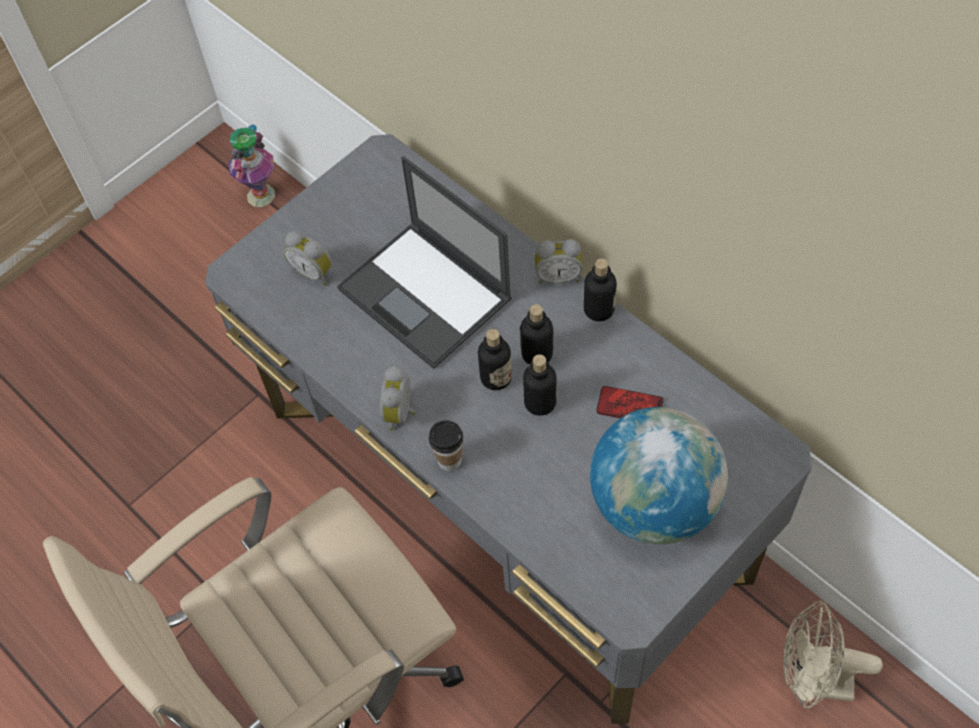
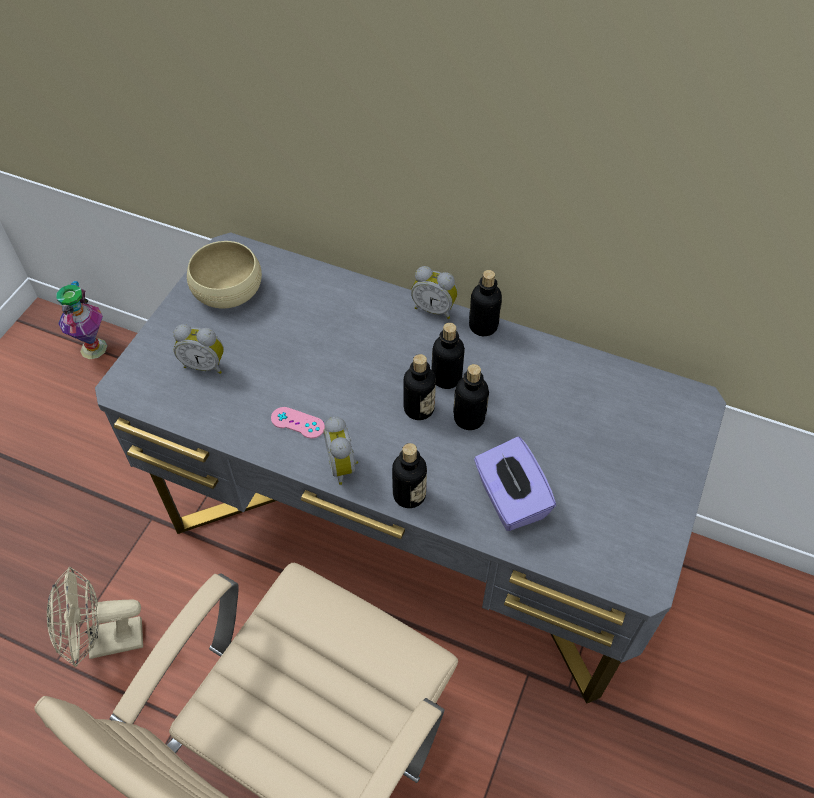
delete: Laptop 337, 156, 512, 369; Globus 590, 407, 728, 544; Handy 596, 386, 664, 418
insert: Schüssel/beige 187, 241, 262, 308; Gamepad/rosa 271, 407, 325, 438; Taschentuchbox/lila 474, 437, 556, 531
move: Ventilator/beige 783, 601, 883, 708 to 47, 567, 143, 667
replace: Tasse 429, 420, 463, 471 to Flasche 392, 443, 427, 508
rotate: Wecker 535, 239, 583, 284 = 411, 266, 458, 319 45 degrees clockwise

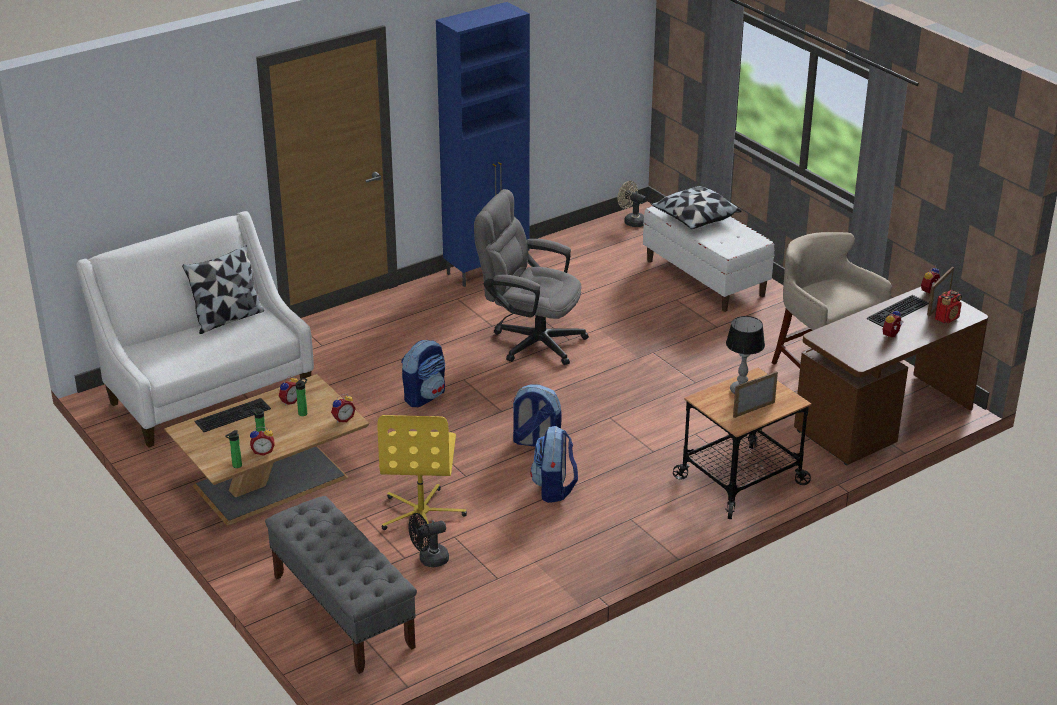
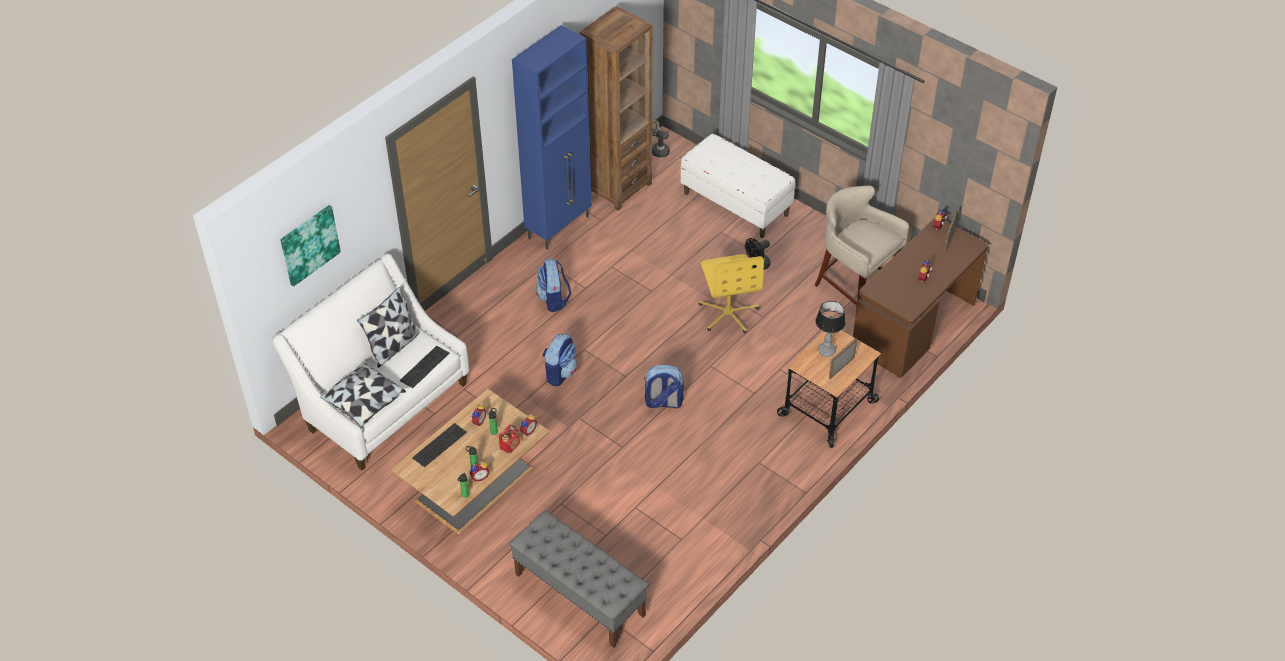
delete: Bürostuhl/grau 474, 189, 589, 365
insert: Bild 280, 205, 341, 287; Bücherregal/braun 580, 6, 653, 211
move: Bürostuhl/gelb 377, 415, 467, 530 to 699, 254, 764, 334; Ventilator/schwarz 408, 513, 449, 567 to 745, 238, 771, 270; Rucksack 530, 426, 578, 503 to 536, 258, 571, 312; Kissen 651, 186, 742, 230 to 320, 362, 406, 428; Tastatur 867, 295, 929, 327 to 400, 346, 449, 388; Radio 935, 290, 962, 323 to 499, 424, 520, 453

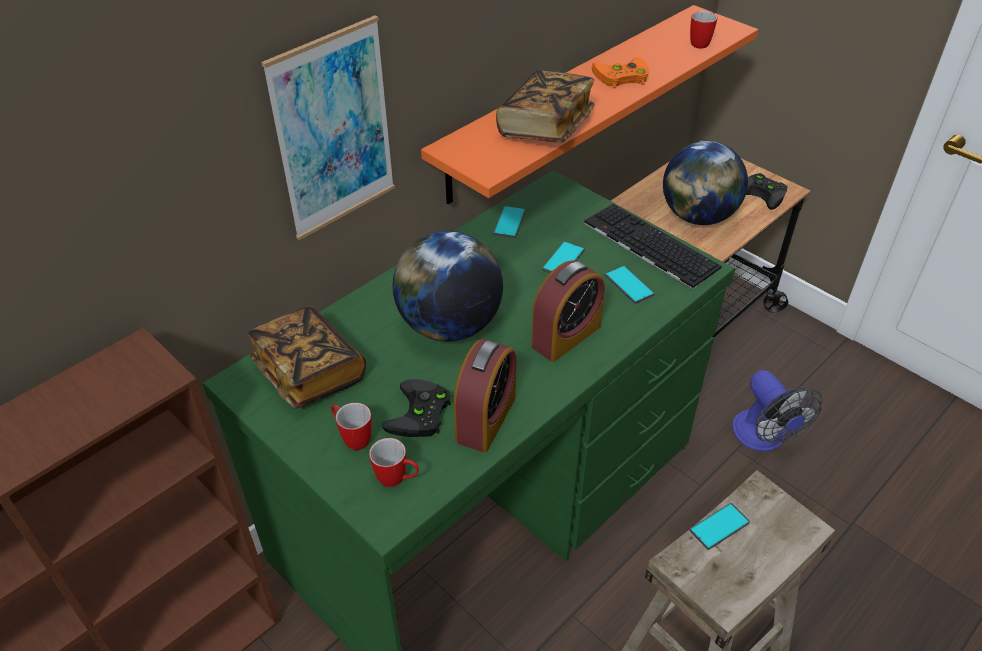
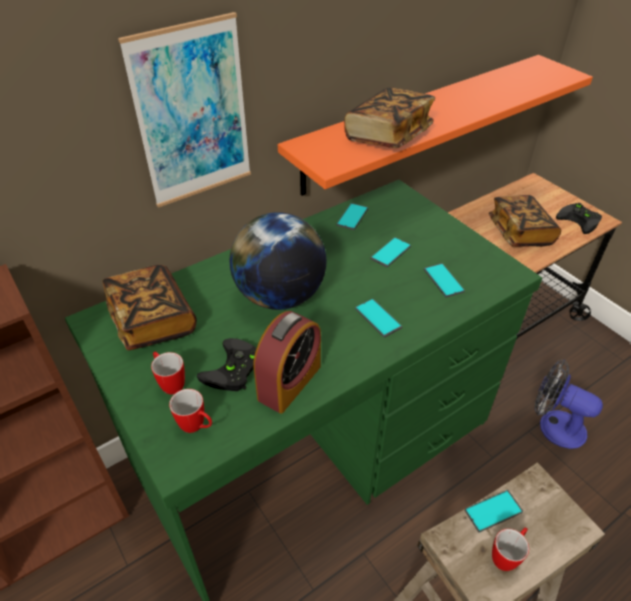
delete: Tastatur 584, 203, 722, 289; Gamepad/orange 592, 57, 649, 88
move: Henkelbecher 690, 11, 717, 49 to 492, 528, 529, 571
replace: Wecker 531, 260, 605, 362 to Handy 355, 299, 402, 338; Globus 663, 141, 748, 225 to Buch 489, 195, 561, 247
rotate: Ventilator 732, 370, 822, 451 = 534, 359, 603, 449 135 degrees clockwise

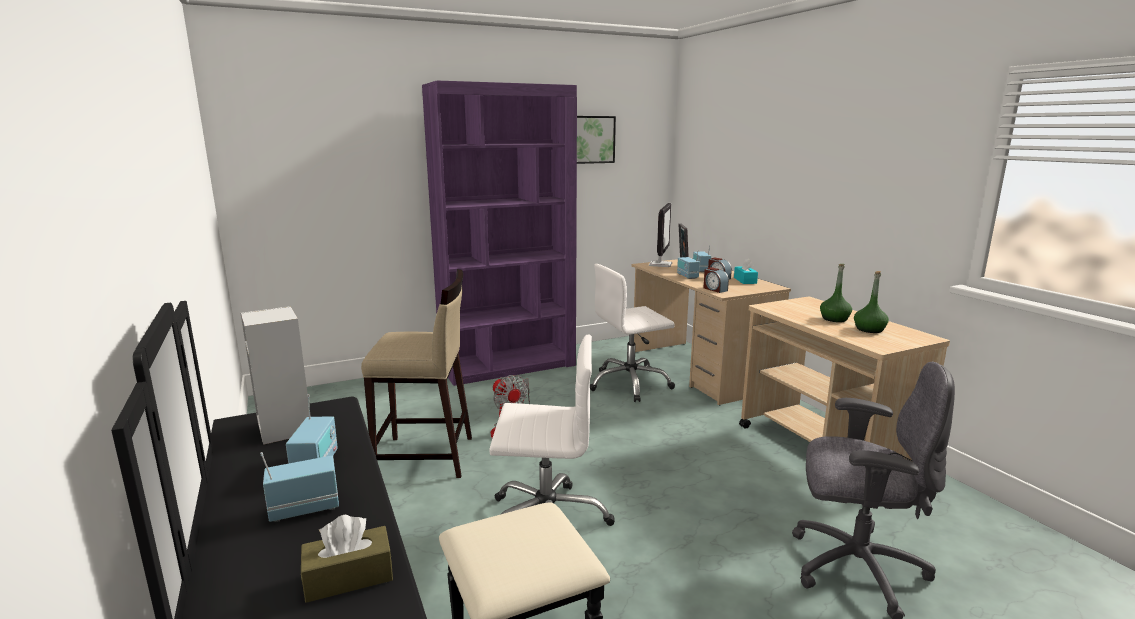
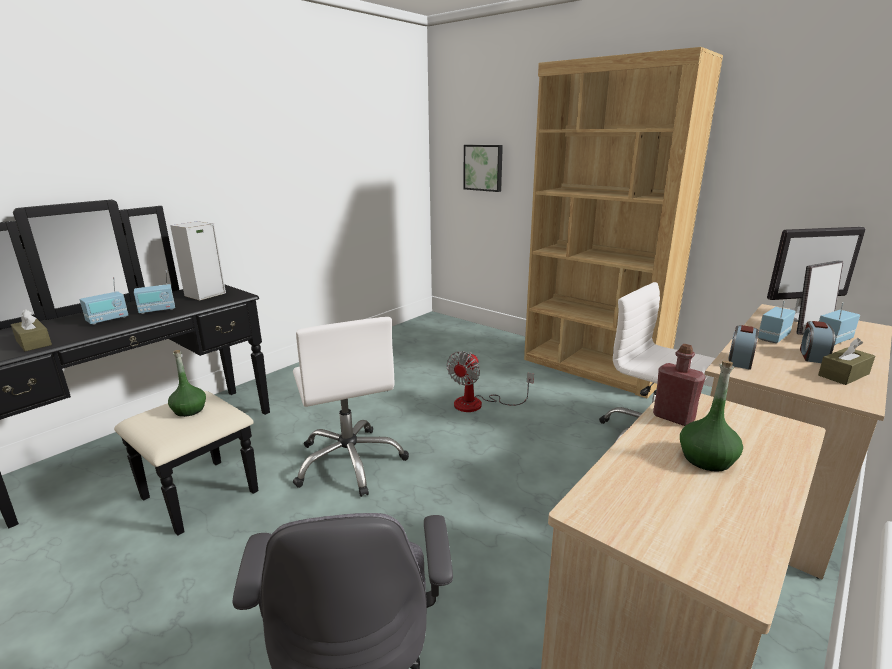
delete: Hocker/beige 361, 269, 472, 478
insert: Flasche/rot 653, 344, 705, 426
move: Bild 577, 116, 616, 164 to 463, 145, 503, 192; Flasche/grün 854, 271, 889, 333 to 168, 350, 206, 417
recolor: Bücherregal/lila 422, 81, 577, 386 to Bücherregal/braun 524, 47, 723, 398; Taschentuchbox/türkis 734, 258, 758, 284 to Taschentuchbox/braun 818, 338, 875, 385
rotate: Radio 260, 452, 339, 522 = 80, 277, 128, 325 90 degrees clockwise

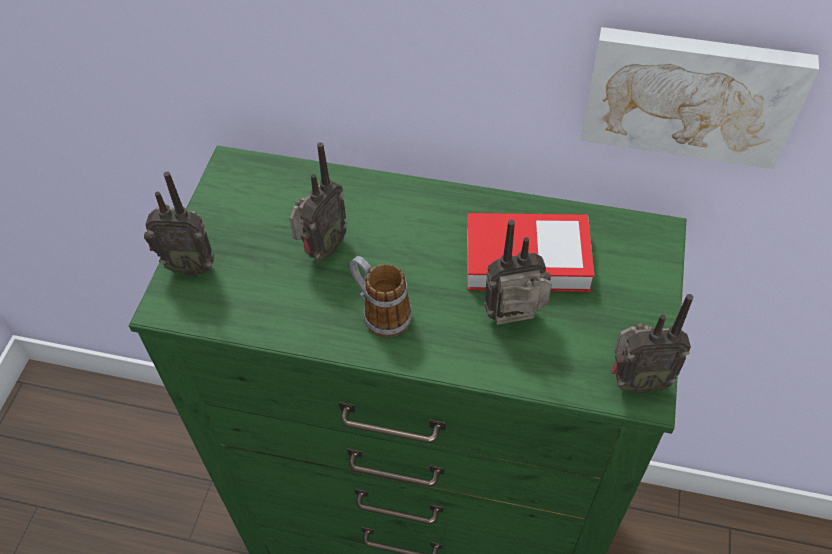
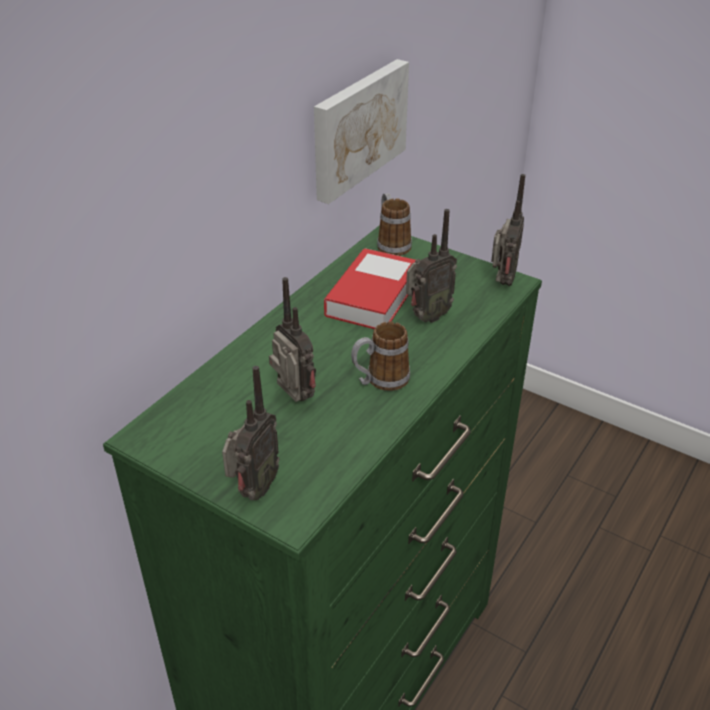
insert: Henkelbecher 377, 193, 412, 256
rotate: Radio 484, 220, 552, 325 = 406, 209, 457, 323 135 degrees counterclockwise

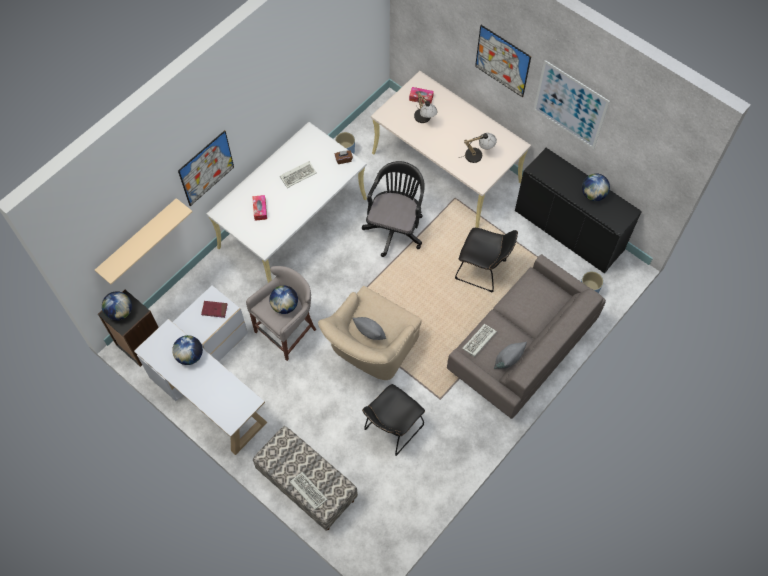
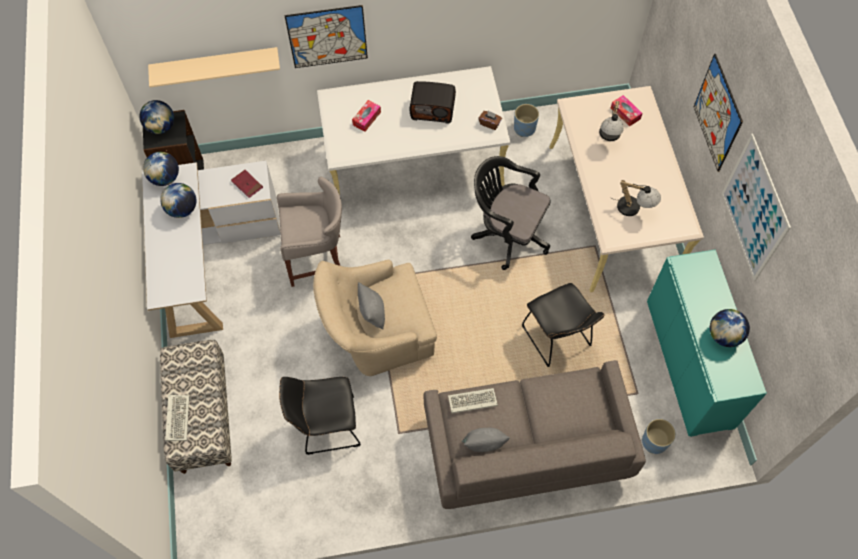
move: Globus 269, 285, 298, 314 to 143, 152, 179, 186
replace: Tastatur 280, 161, 316, 188 to Radio 410, 81, 456, 124
recolor: Schrank/schwarz 515, 148, 642, 273 to Schrank/türkis 647, 249, 767, 437
rotate: Bürostuhl/schwarz 362, 161, 424, 257 = 471, 156, 551, 270 120 degrees counterclockwise

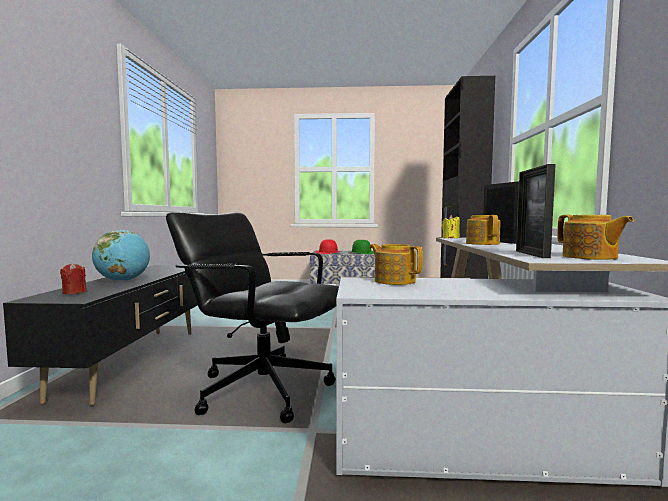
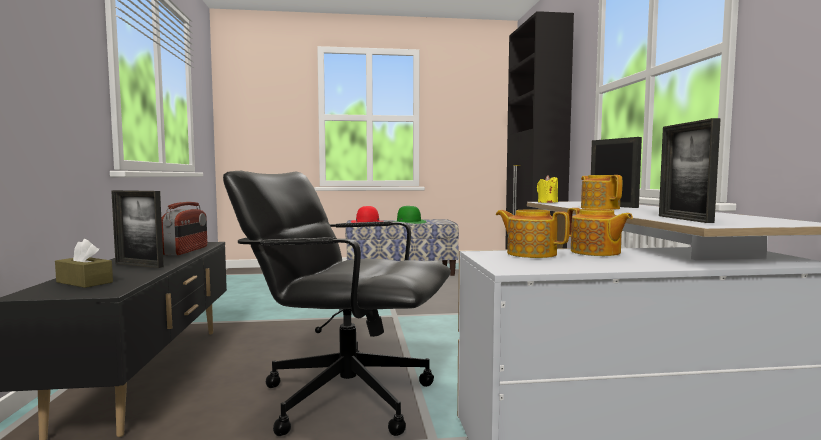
insert: Radio 161, 202, 207, 255
move: Teekanne 557, 215, 634, 260 to 567, 208, 633, 256
replace: Kerze/rot 60, 263, 87, 294 to Taschentuchbox/braun 55, 239, 113, 288; Globus 92, 230, 150, 282 to Bilderrahmen 111, 190, 164, 268

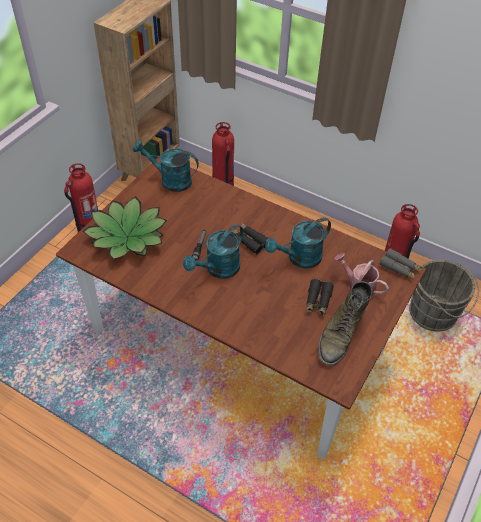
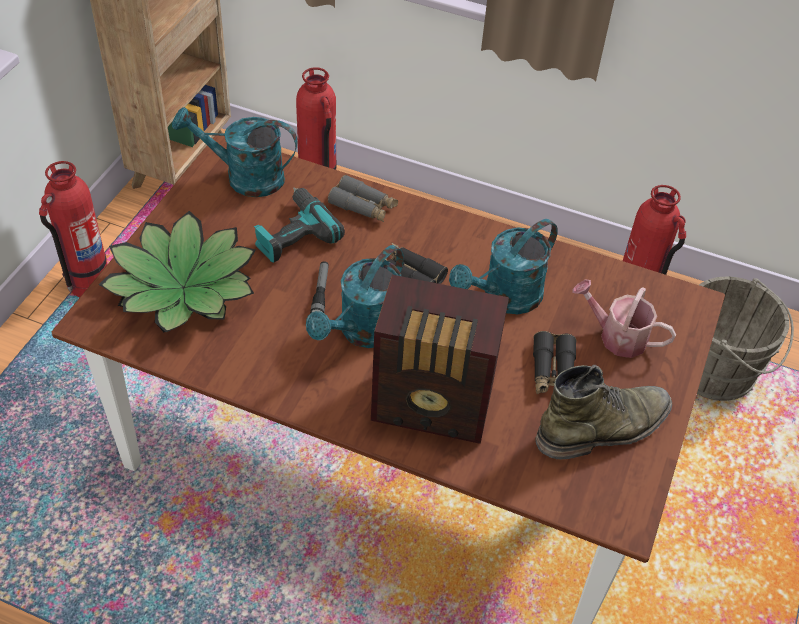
insert: Bohrmaschine 254, 187, 345, 263; Radio 371, 275, 509, 444
move: Fernglas/grau 379, 248, 422, 280 to 328, 175, 398, 222
rotate: Stiefel/grün 318, 282, 372, 366 = 535, 365, 672, 459 135 degrees counterclockwise

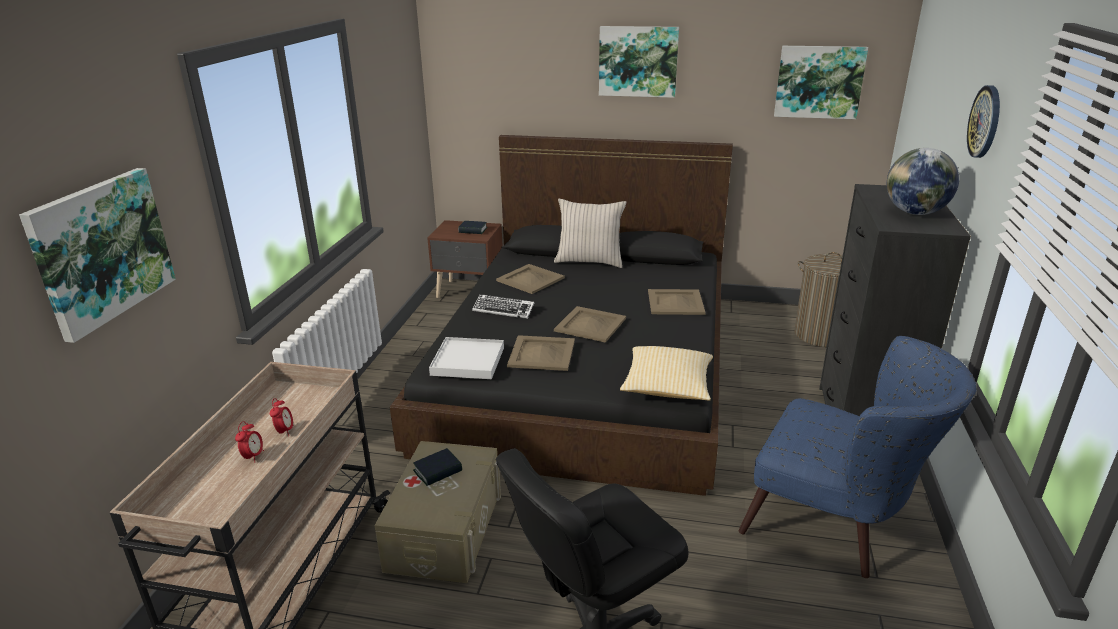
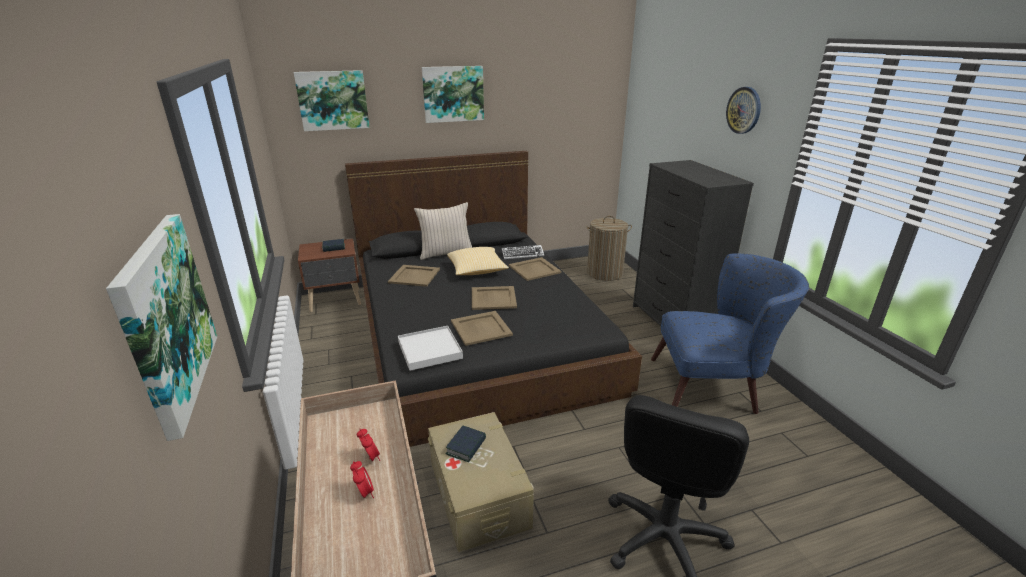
delete: Globus 887, 148, 959, 215
move: Tastatur 472, 294, 534, 319 to 502, 245, 544, 259; Kissen 620, 346, 713, 401 to 447, 247, 509, 275; Bild 774, 46, 868, 119 to 294, 70, 370, 131

